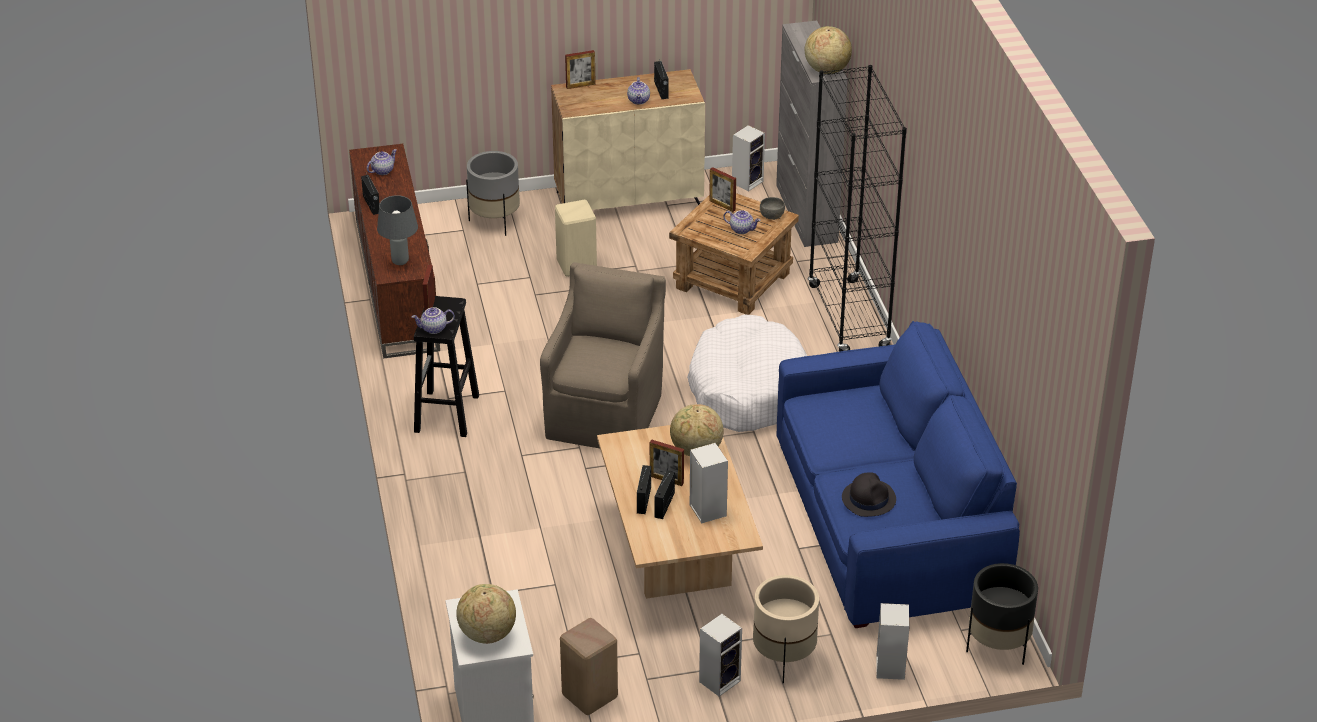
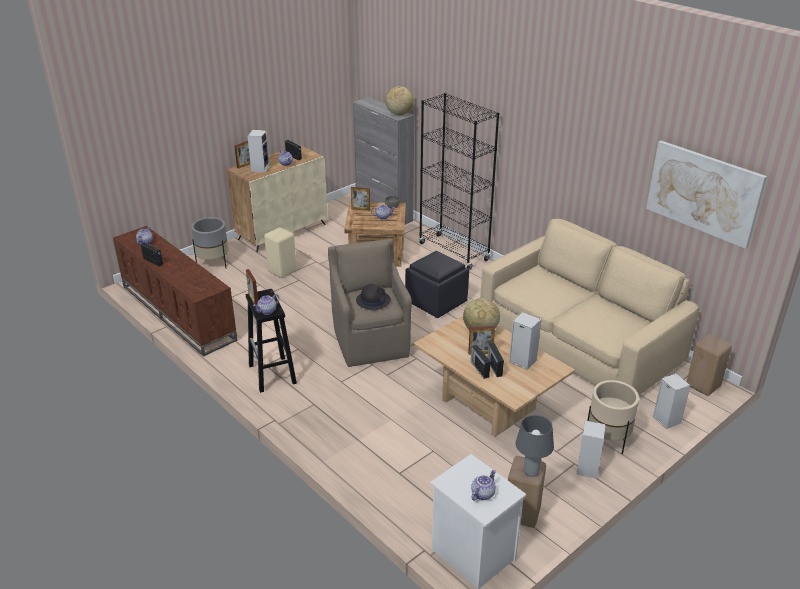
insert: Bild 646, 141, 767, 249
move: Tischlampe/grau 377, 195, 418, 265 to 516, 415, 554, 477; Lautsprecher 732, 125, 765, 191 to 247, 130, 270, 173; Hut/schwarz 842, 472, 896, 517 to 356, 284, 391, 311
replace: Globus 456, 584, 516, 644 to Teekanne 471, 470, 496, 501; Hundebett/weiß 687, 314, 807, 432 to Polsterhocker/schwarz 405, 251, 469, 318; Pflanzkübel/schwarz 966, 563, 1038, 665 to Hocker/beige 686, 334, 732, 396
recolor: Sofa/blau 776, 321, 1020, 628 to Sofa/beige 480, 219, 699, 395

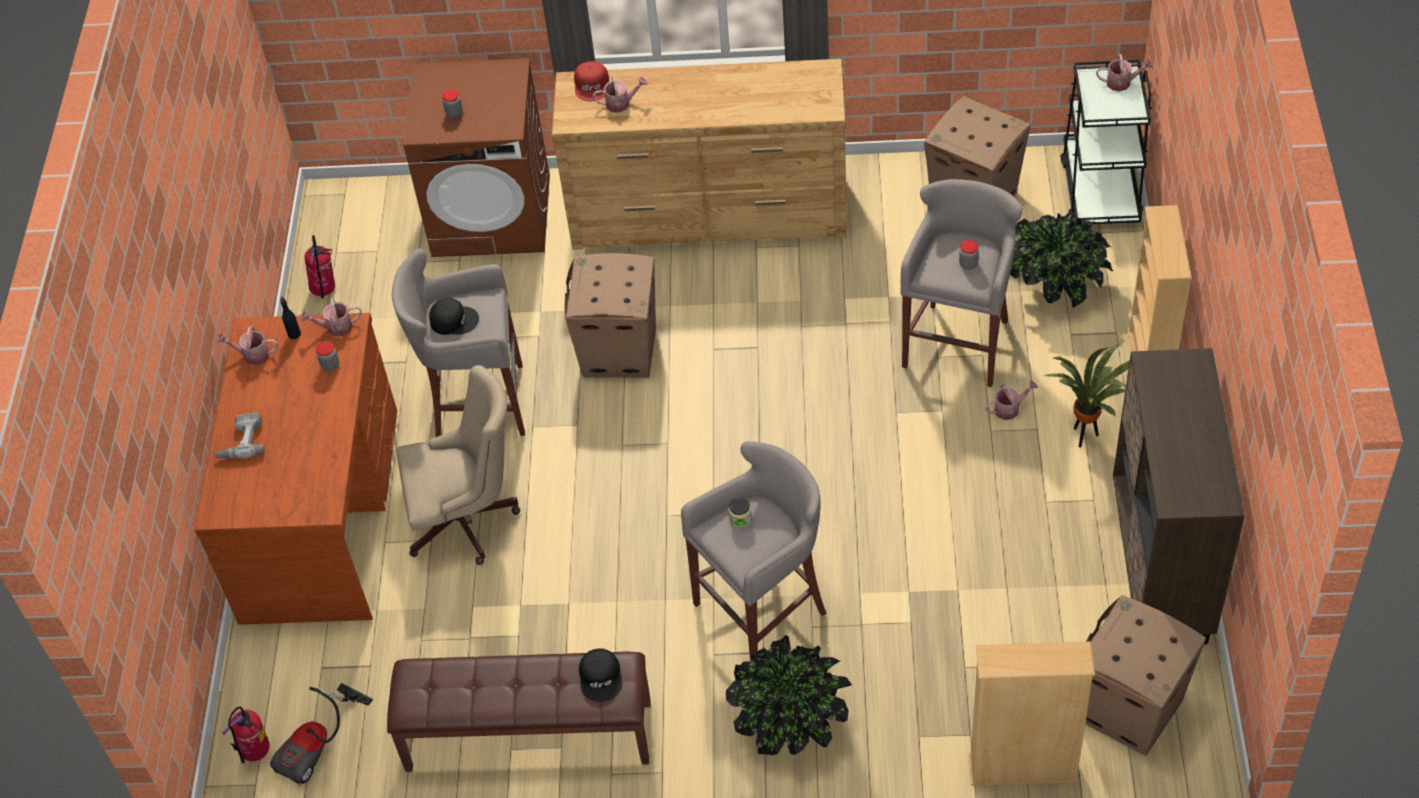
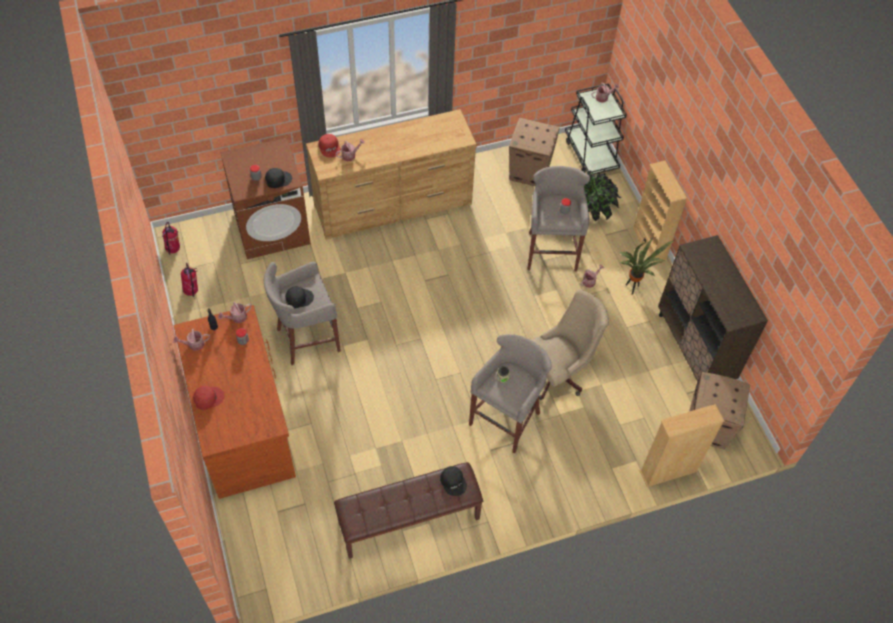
delete: Staubsauger 270, 683, 373, 786; Karton 565, 253, 656, 378; Topfpflanze 726, 635, 852, 755
insert: Kappe/schwarz 265, 168, 292, 188
move: Feuerlöscher 222, 707, 270, 763 to 162, 222, 180, 255; Bürostuhl/beige 396, 365, 521, 565 to 531, 289, 609, 400
replace: Bohrmaschine 213, 413, 265, 458 to Kappe/rot 193, 386, 224, 410

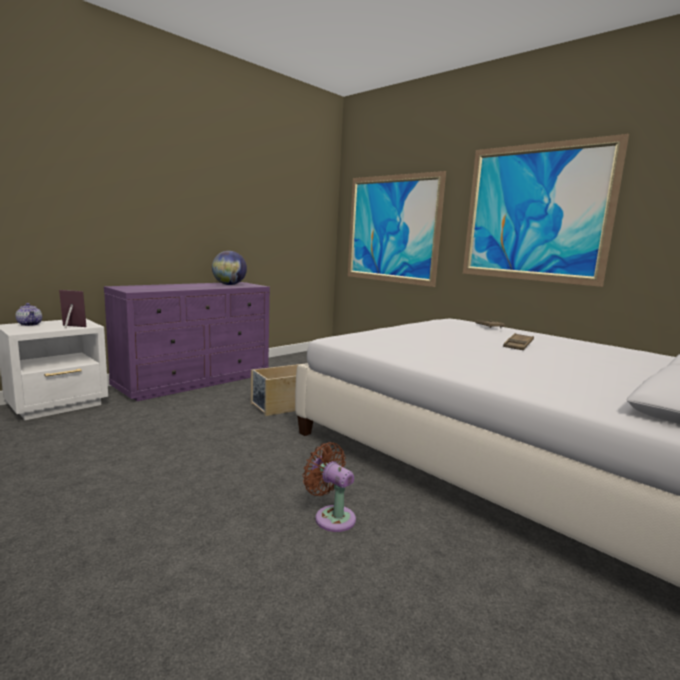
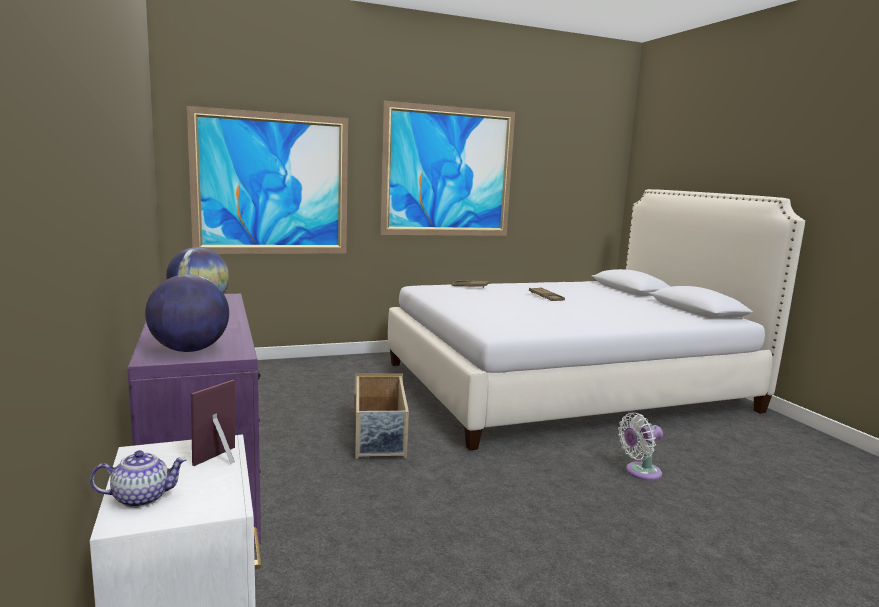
insert: Globus 145, 274, 229, 352
recolor: Ventilator/braun 303, 442, 356, 532 to Ventilator/weiß 618, 412, 663, 481

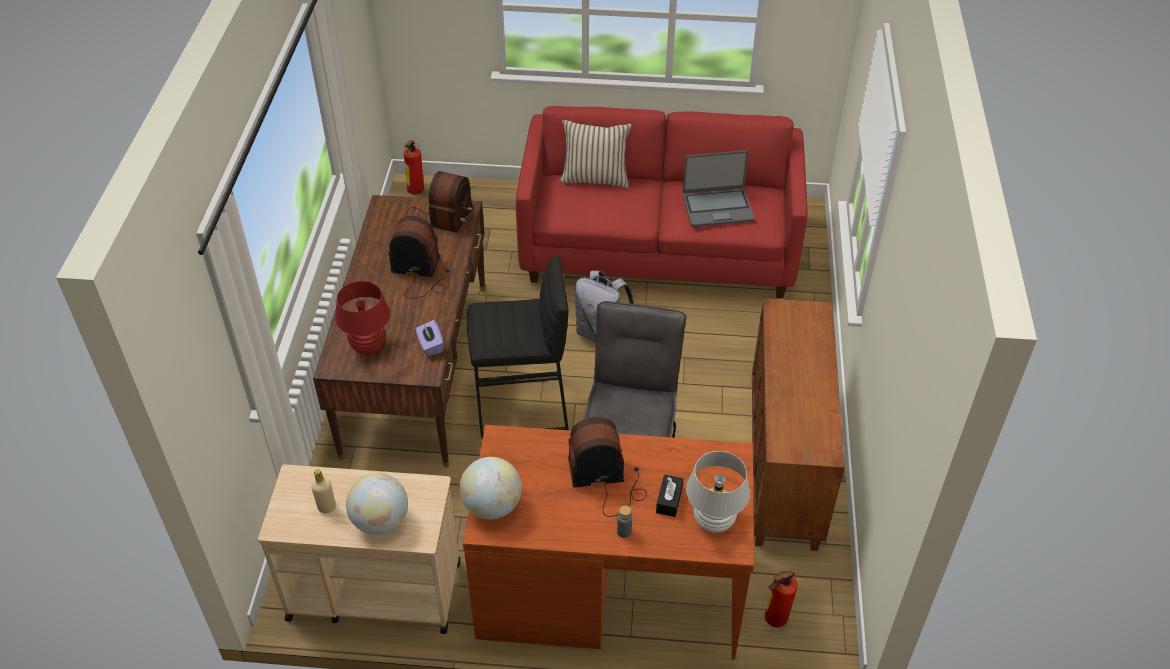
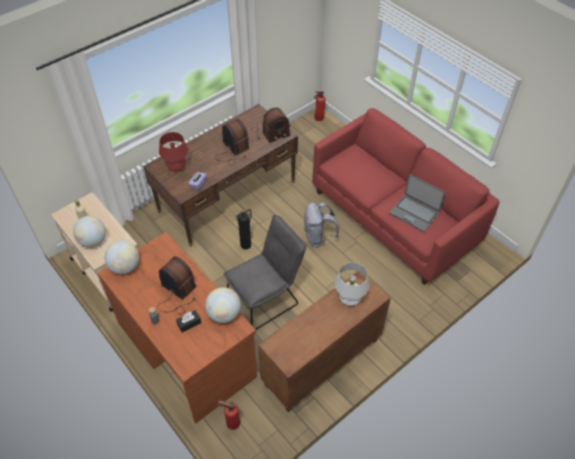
delete: Kissen/beige 560, 120, 632, 188
insert: Globus 205, 287, 241, 323
move: Tischlampe/weiß 686, 451, 750, 533 to 335, 263, 370, 306
replace: Hocker/schwarz 467, 256, 569, 439 to Feuerlöscher 236, 209, 252, 250

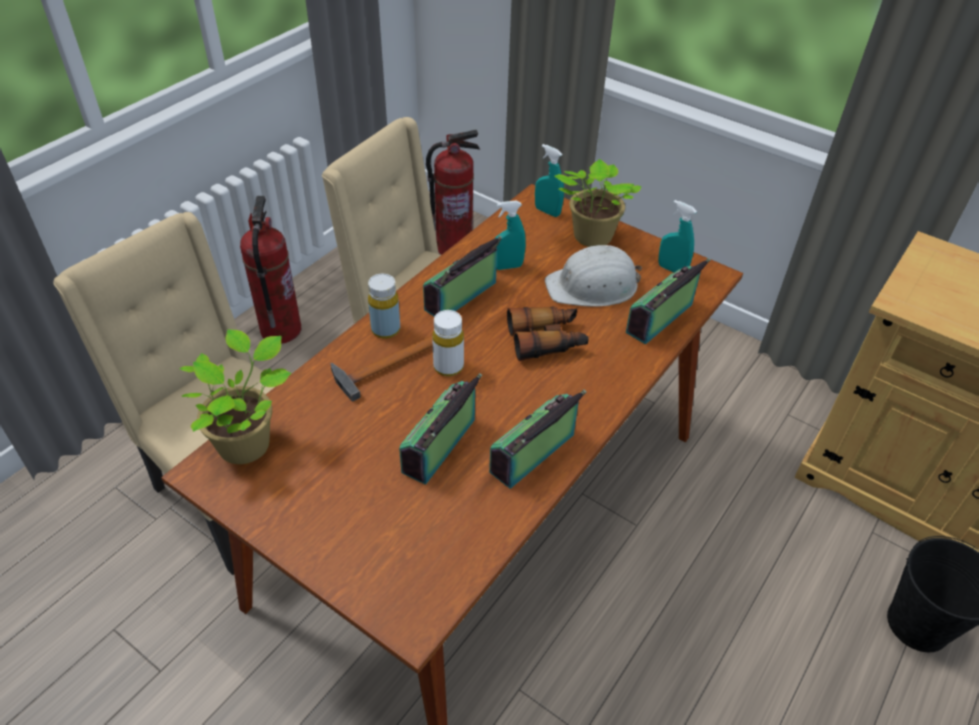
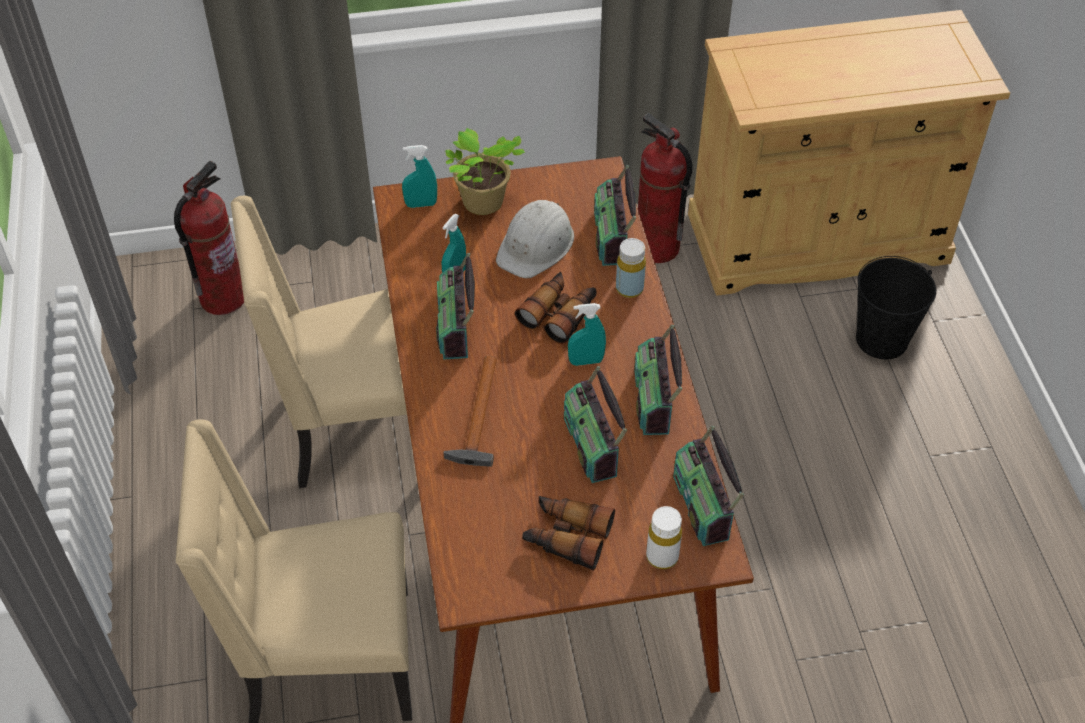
delete: Topfpflanze 180, 329, 291, 464
insert: Fernglas 522, 496, 615, 571; Radio 673, 425, 744, 546
move: Feuerlöscher 240, 196, 301, 344 to 638, 113, 692, 263; Flasche/gelb 368, 274, 400, 339 to 616, 238, 646, 298; Flasche/weiß 432, 310, 464, 376 to 646, 506, 682, 569; Sprühflasche/türkis 658, 200, 697, 272 to 568, 303, 606, 366

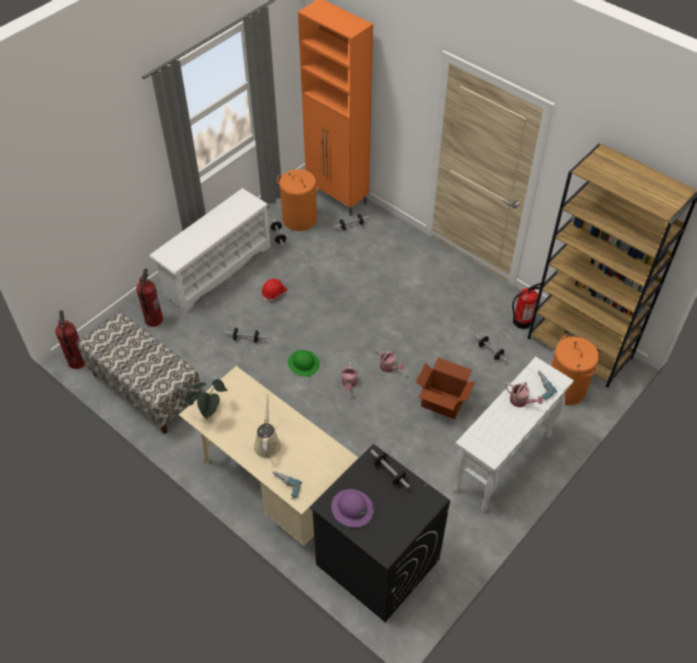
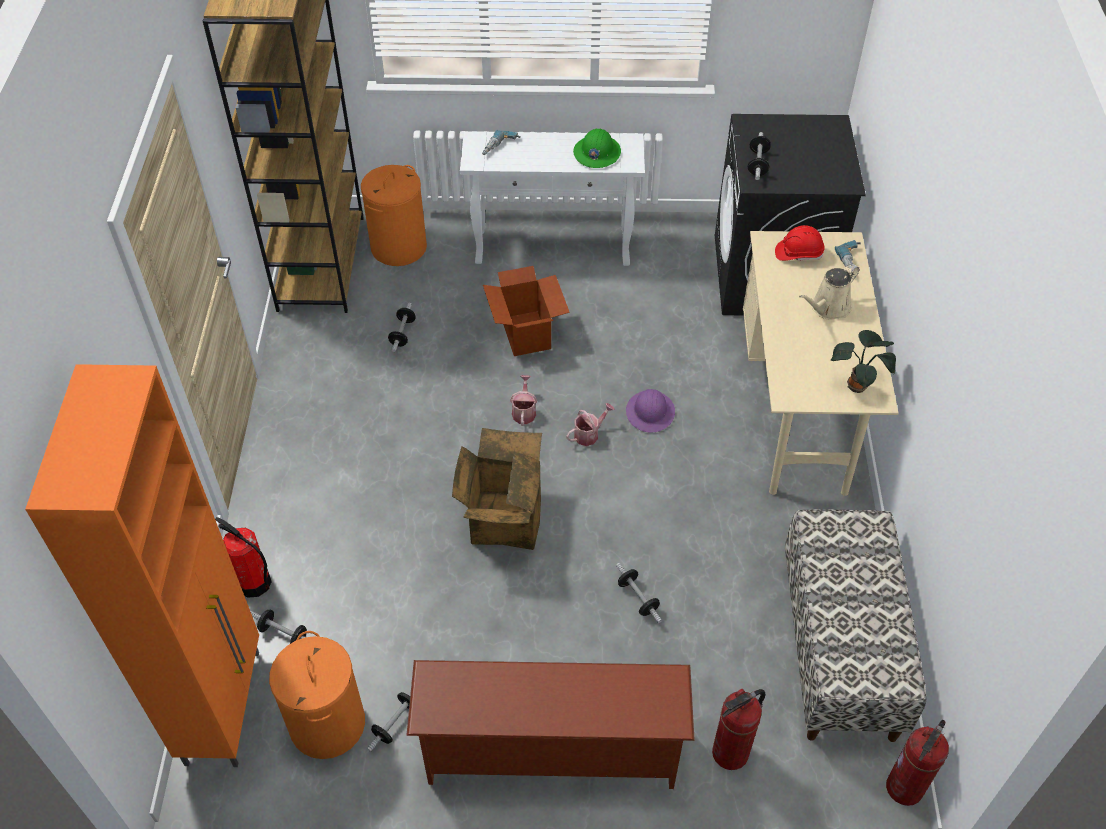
delete: Gießkanne 505, 382, 543, 407
insert: Karton 452, 428, 542, 550
move: Schutzhelm/rot 261, 279, 287, 302 to 775, 225, 825, 261; Schutzhelm/grün 288, 350, 319, 377 to 573, 129, 621, 168; Schutzhelm/lila 331, 489, 374, 528 to 626, 389, 675, 432; Feuerlöscher 512, 283, 541, 329 to 215, 517, 272, 598
recolor: Schuhregal/weiß 149, 188, 271, 313 to Schuhregal/braun 406, 660, 695, 789

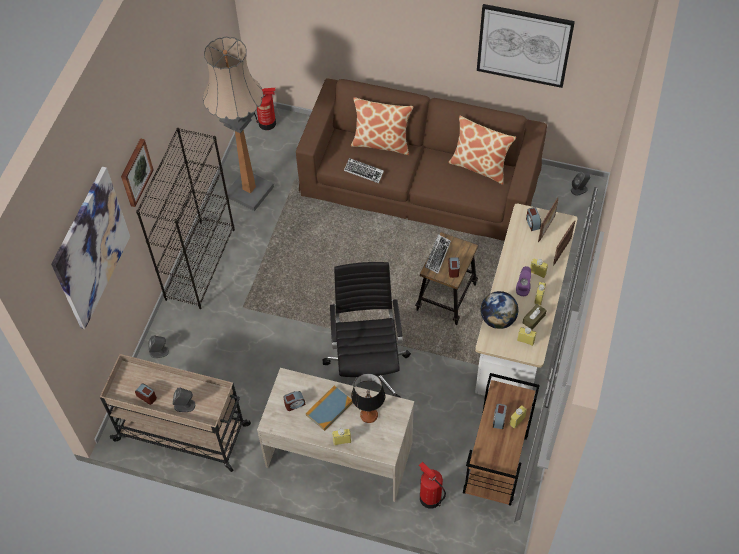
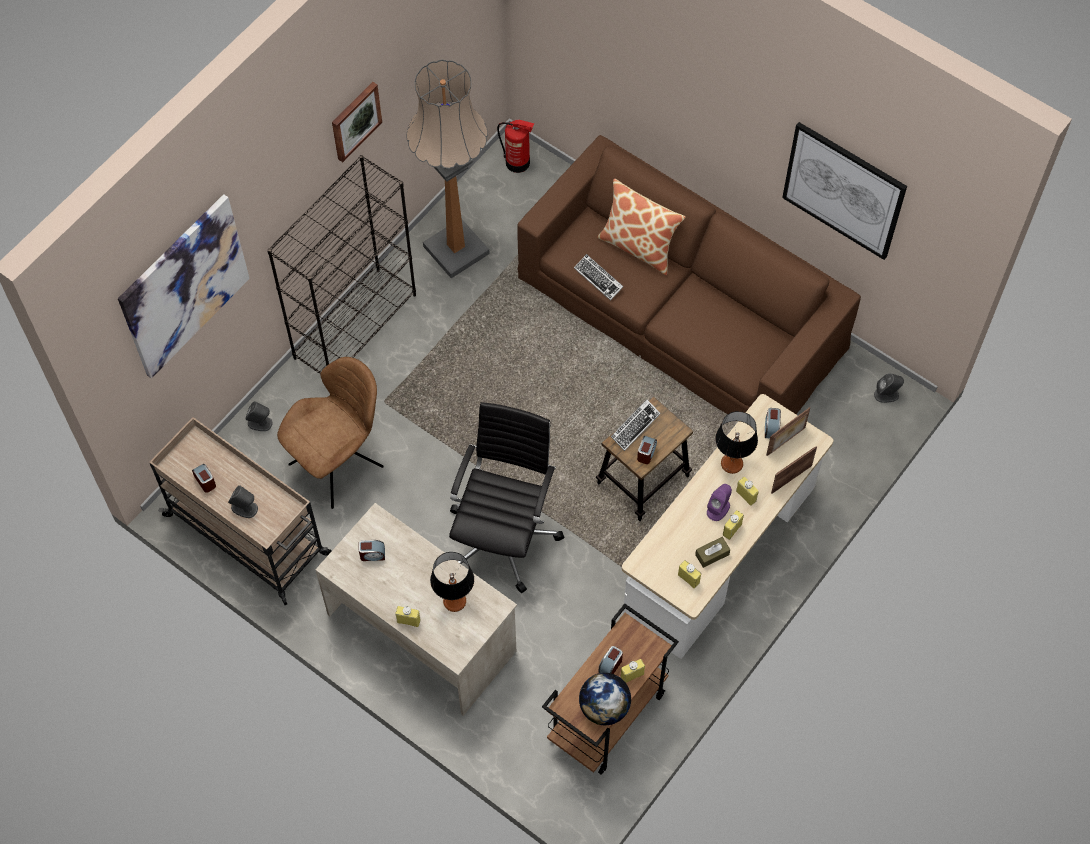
delete: Buch 306, 385, 353, 431; Feuerlöscher 419, 462, 446, 509; Kissen 448, 116, 516, 185
insert: Stuhl/braun 277, 357, 384, 509; Tischlampe 715, 411, 758, 474
move: Bild 121, 138, 154, 207 to 332, 82, 382, 162; Globus 481, 291, 518, 329 to 579, 673, 631, 725

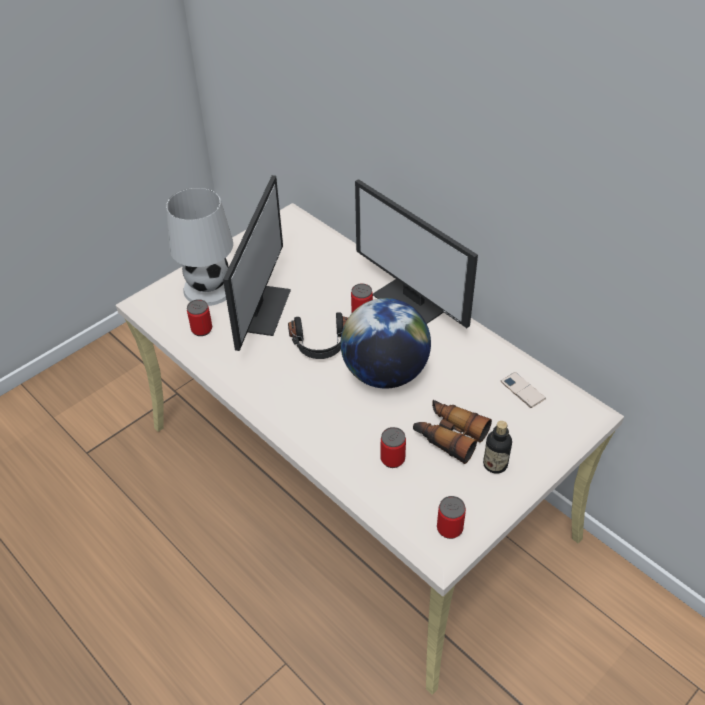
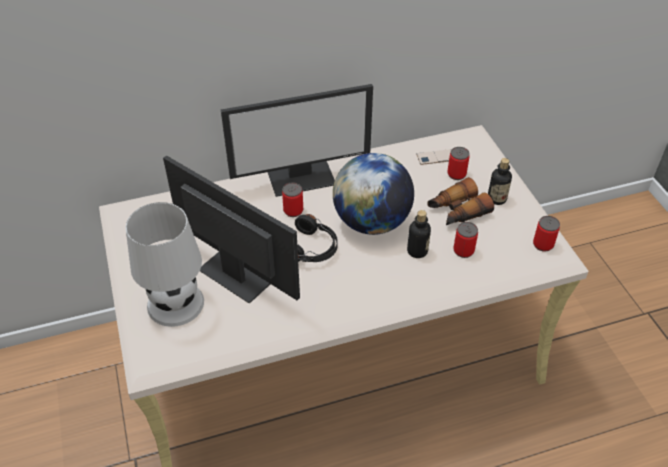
insert: Flasche 407, 210, 431, 258
move: Dose 187, 299, 212, 336 to 447, 147, 470, 180

